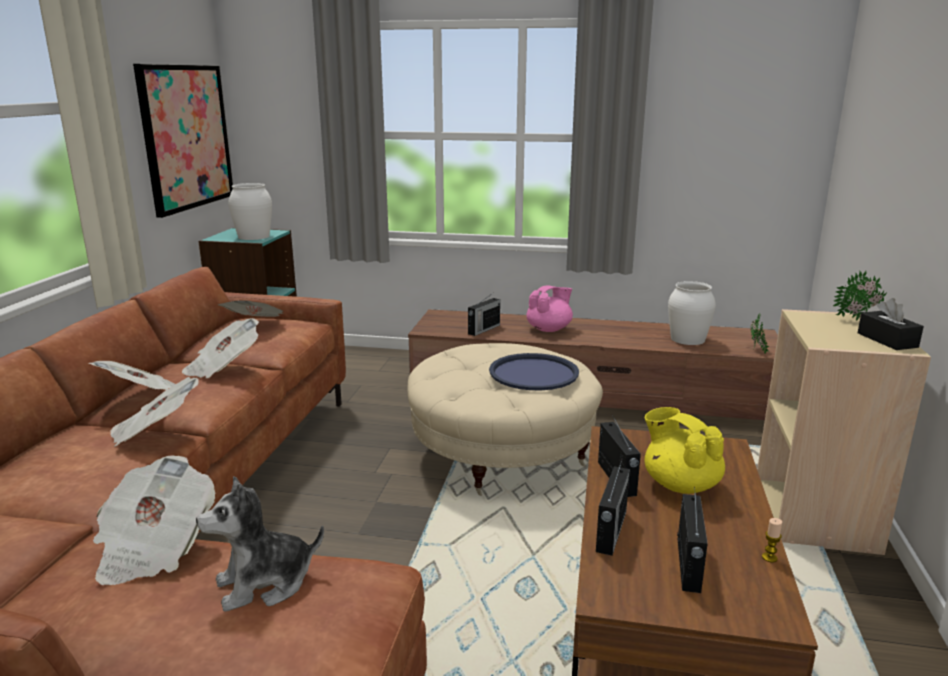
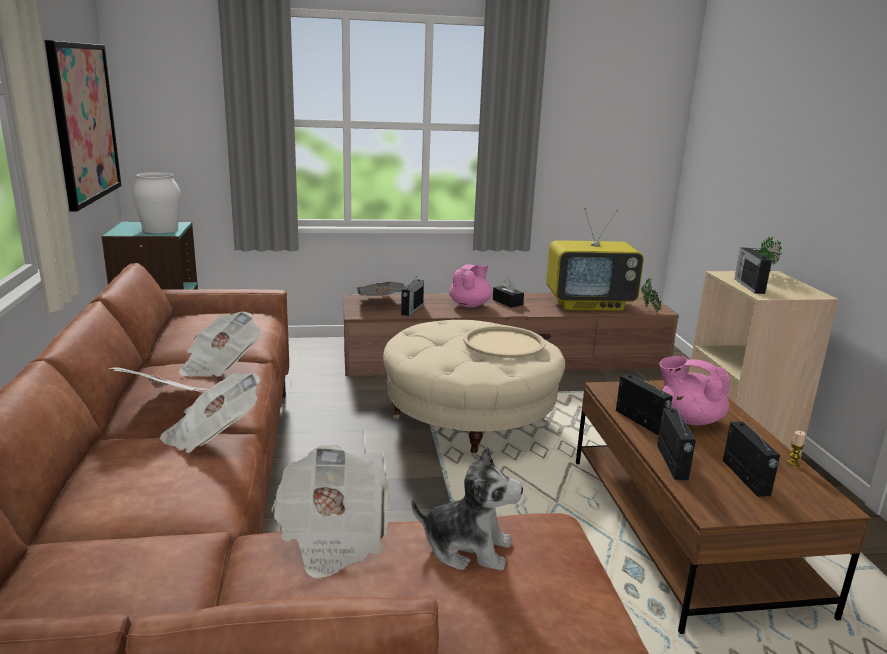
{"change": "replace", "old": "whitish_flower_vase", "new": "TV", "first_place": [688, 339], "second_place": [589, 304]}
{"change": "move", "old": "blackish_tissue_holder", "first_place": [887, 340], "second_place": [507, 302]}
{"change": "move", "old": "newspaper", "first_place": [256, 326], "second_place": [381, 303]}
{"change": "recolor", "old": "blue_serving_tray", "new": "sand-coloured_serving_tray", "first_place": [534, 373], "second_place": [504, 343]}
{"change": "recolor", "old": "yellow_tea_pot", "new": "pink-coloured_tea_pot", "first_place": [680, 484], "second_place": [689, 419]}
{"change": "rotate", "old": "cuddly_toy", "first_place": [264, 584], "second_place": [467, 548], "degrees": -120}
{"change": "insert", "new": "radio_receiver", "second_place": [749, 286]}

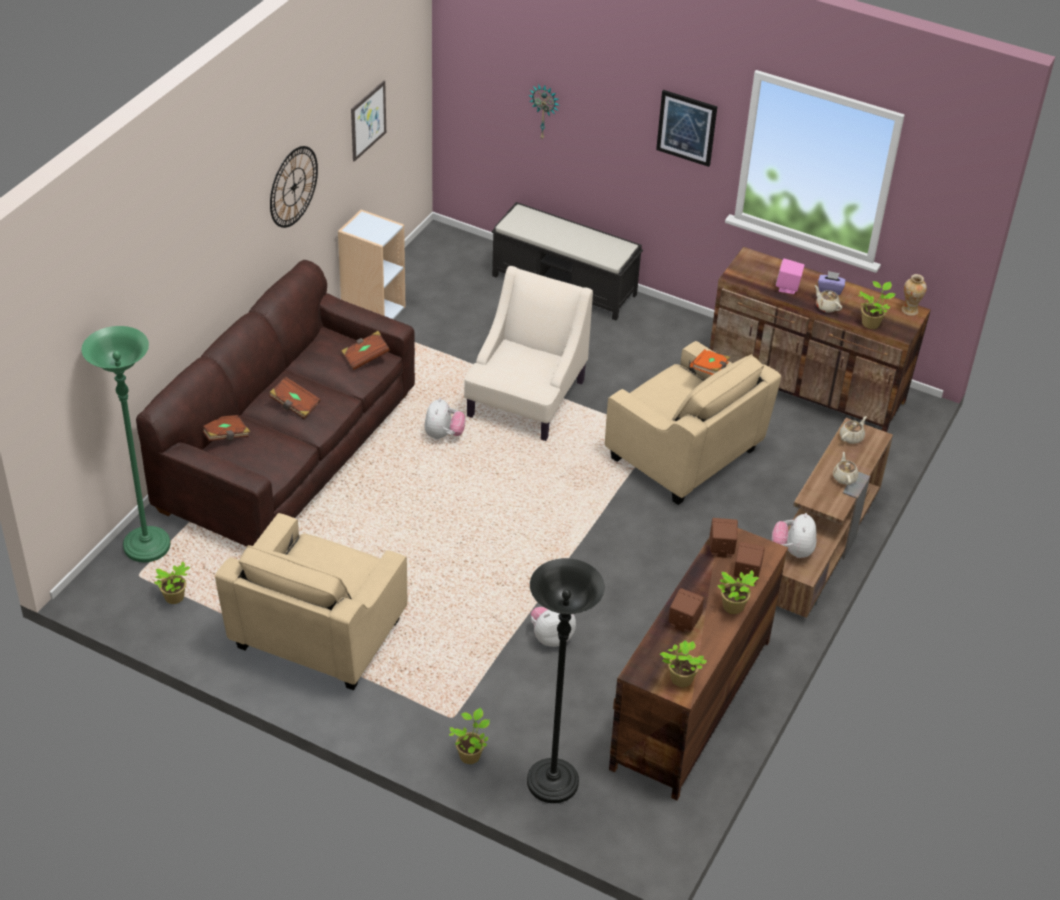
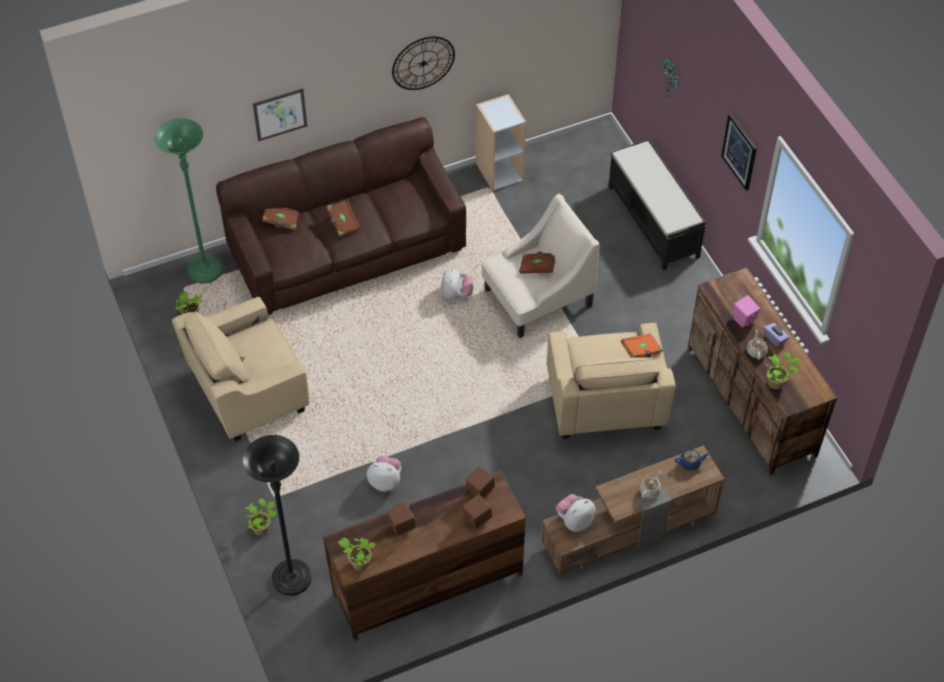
{"change": "move", "old": "wall_picture", "first_place": [368, 120], "second_place": [280, 114]}
{"change": "delete", "old": "flower_vase", "first_place": [909, 310]}
{"change": "move", "old": "brownish_volume", "first_place": [365, 357], "second_place": [537, 267]}
{"change": "rotate", "old": "cuddly_toy", "first_place": [443, 435], "second_place": [456, 294], "degrees": -45}
{"change": "recolor", "old": "sand-coloured_tea_pot", "new": "blue_tea_pot", "first_place": [851, 437], "second_place": [690, 463]}
{"change": "delete", "old": "plant_in_a_pot", "first_place": [734, 607]}

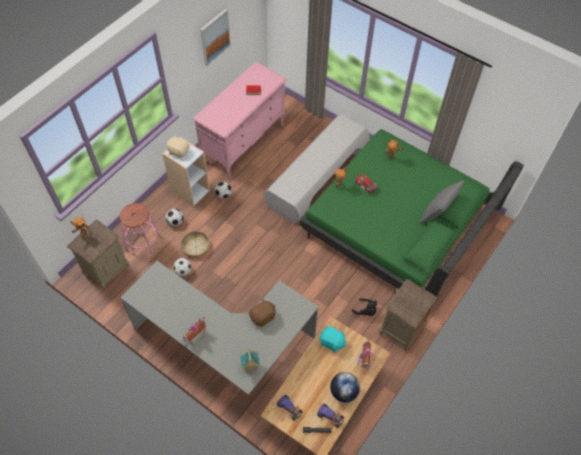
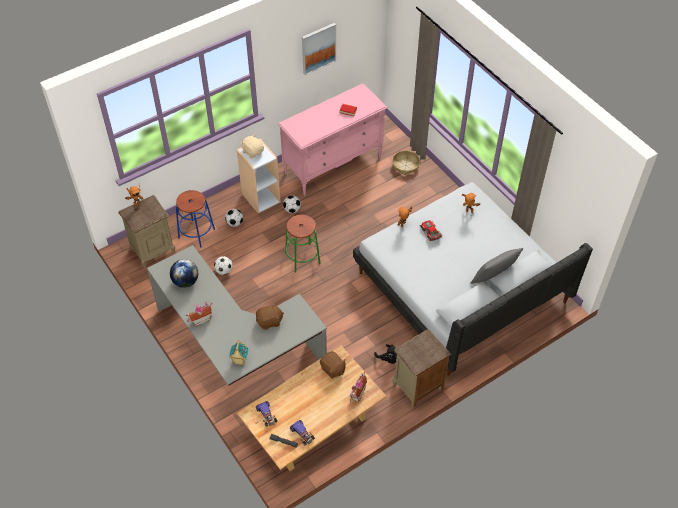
{"change": "delete", "old": "greyish_long_seat", "first_place": [317, 176]}
{"change": "recolor", "old": "greenish_sleeping_bed", "new": "greyish_sleeping_bed", "first_place": [399, 225], "second_place": [461, 287]}
{"change": "recolor", "old": "pink-coloured_stool", "new": "blue_stool", "first_place": [143, 242], "second_place": [196, 233]}
{"change": "move", "old": "basket", "first_place": [196, 247], "second_place": [405, 165]}
{"change": "recolor", "old": "blue-green_cuddly_toy", "new": "brownish_cuddly_toy", "first_place": [332, 342], "second_place": [332, 369]}
{"change": "move", "old": "desk_globe", "first_place": [343, 392], "second_place": [185, 281]}
{"change": "insert", "new": "greenish_stool", "second_place": [302, 258]}

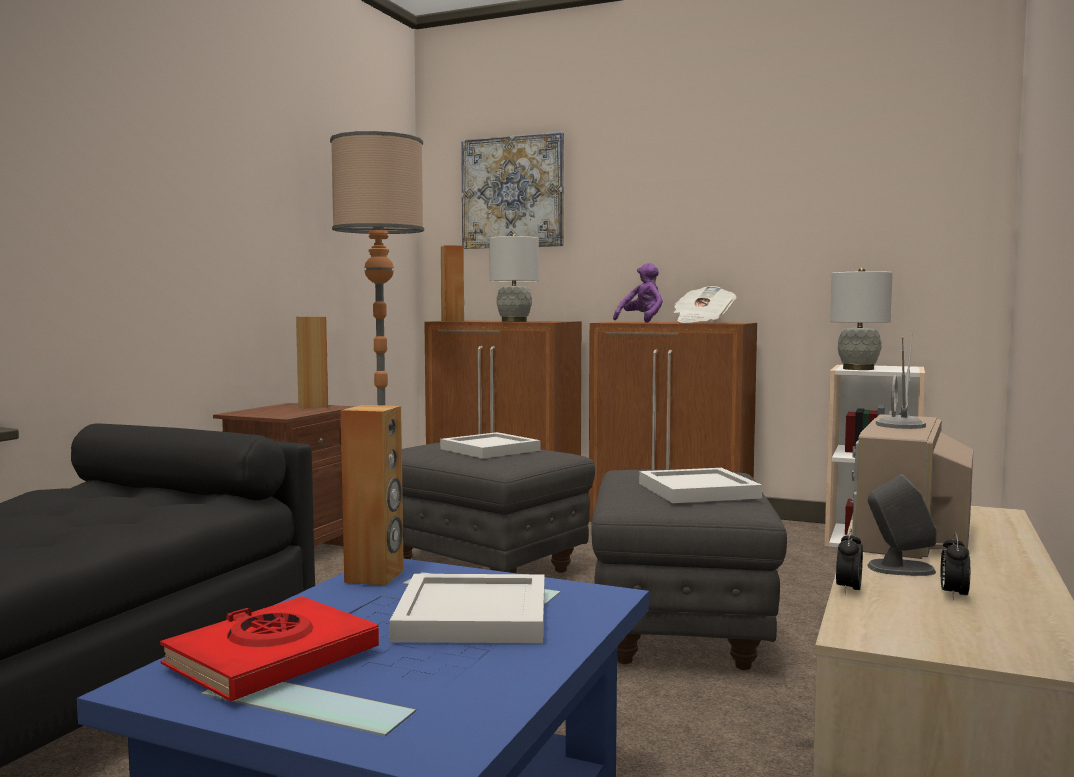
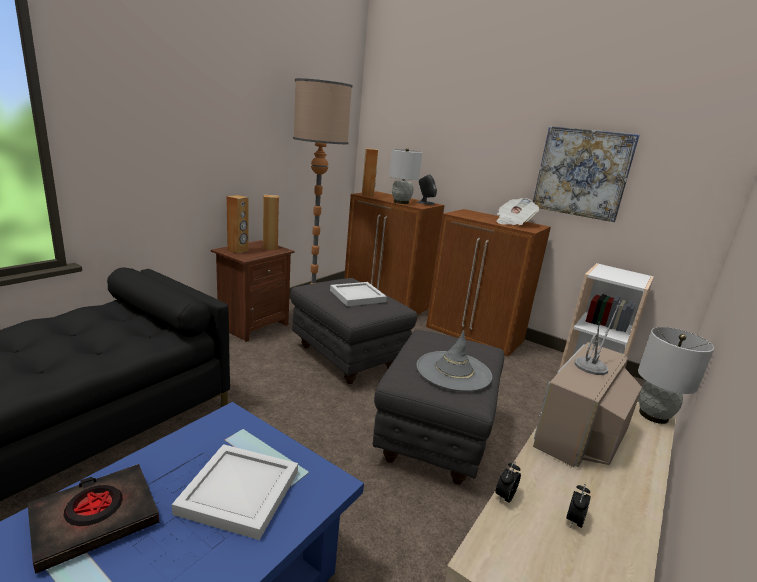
{"change": "move", "old": "wall_picture", "first_place": [513, 192], "second_place": [582, 173]}
{"change": "delete", "old": "purple_cuddly_toy", "first_place": [642, 322]}
{"change": "move", "old": "whitish_lamp_for_a_table", "first_place": [858, 369], "second_place": [653, 415]}
{"change": "move", "old": "brownish_audio_speaker", "first_place": [375, 576], "second_place": [238, 250]}
{"change": "replace", "old": "whitish_serving_tray", "new": "greyish_hat", "first_place": [698, 490], "second_place": [453, 371]}
{"change": "move", "old": "greyish_audio_speaker", "first_place": [900, 568], "second_place": [425, 203]}
{"change": "recolor", "old": "red_volume", "new": "blackish_volume", "first_place": [272, 659], "second_place": [95, 519]}

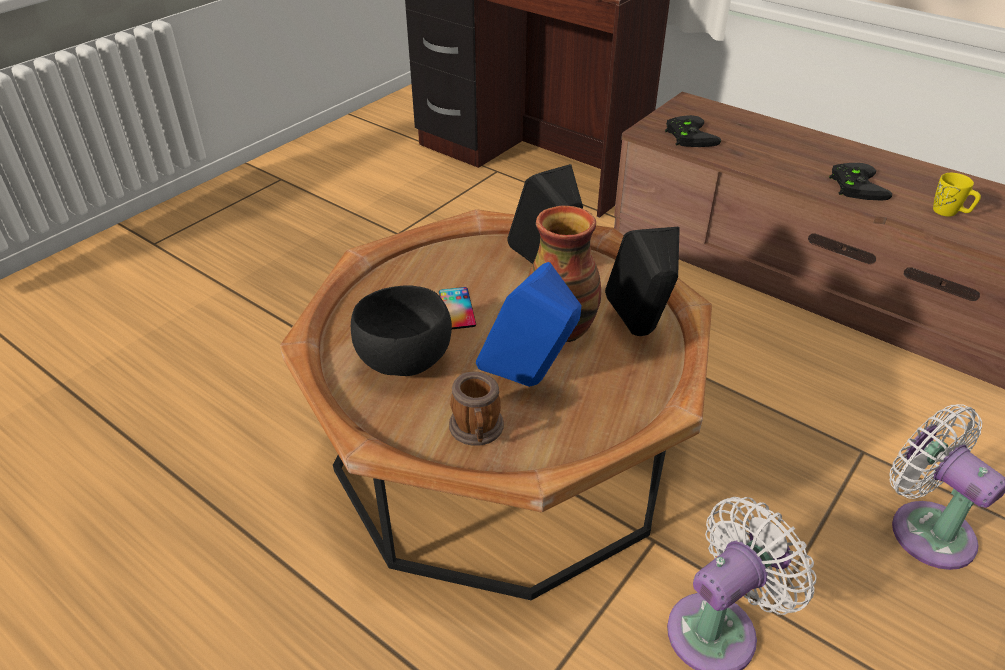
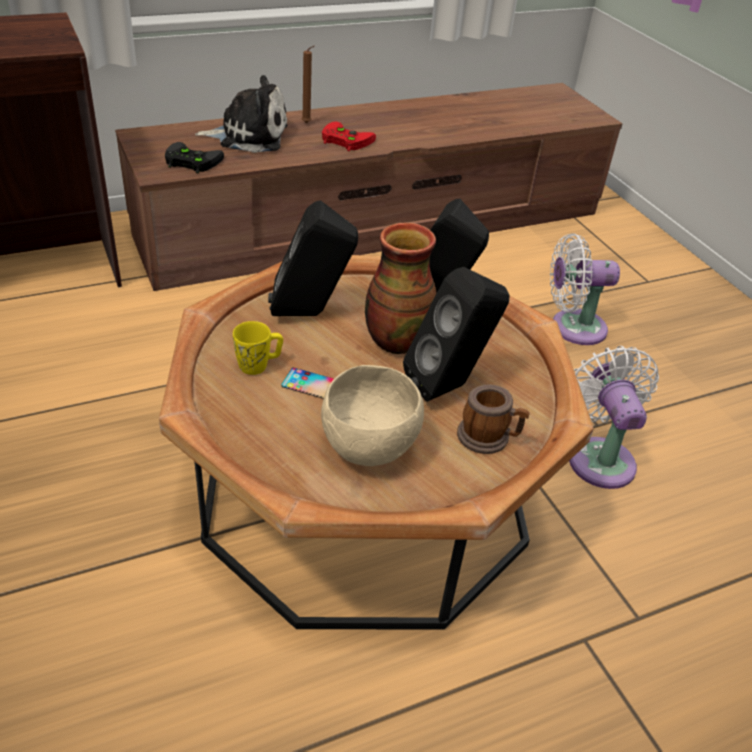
{"change": "recolor", "old": "blackish_game_controller", "new": "red_game_controller", "first_place": [855, 185], "second_place": [344, 140]}
{"change": "move", "old": "yellow_coffee_mug", "first_place": [949, 212], "second_place": [259, 365]}
{"change": "recolor", "old": "blue_audio_speaker", "new": "blackish_audio_speaker", "first_place": [529, 382], "second_place": [450, 386]}
{"change": "recolor", "old": "blackish_serving_bowl", "new": "sand-coloured_serving_bowl", "first_place": [406, 363], "second_place": [370, 447]}
{"change": "insert", "new": "brownish_wax_light", "second_place": [307, 123]}
{"change": "insert", "new": "cuddly_toy", "second_place": [249, 136]}

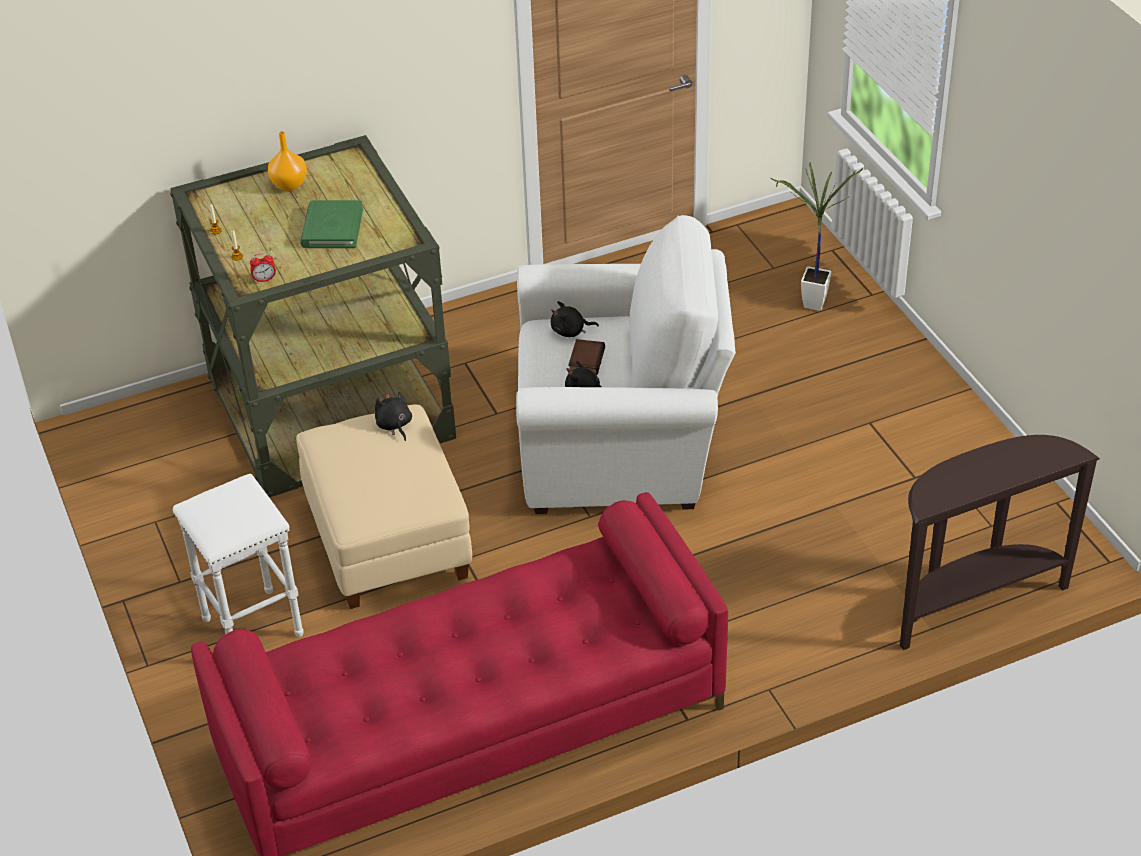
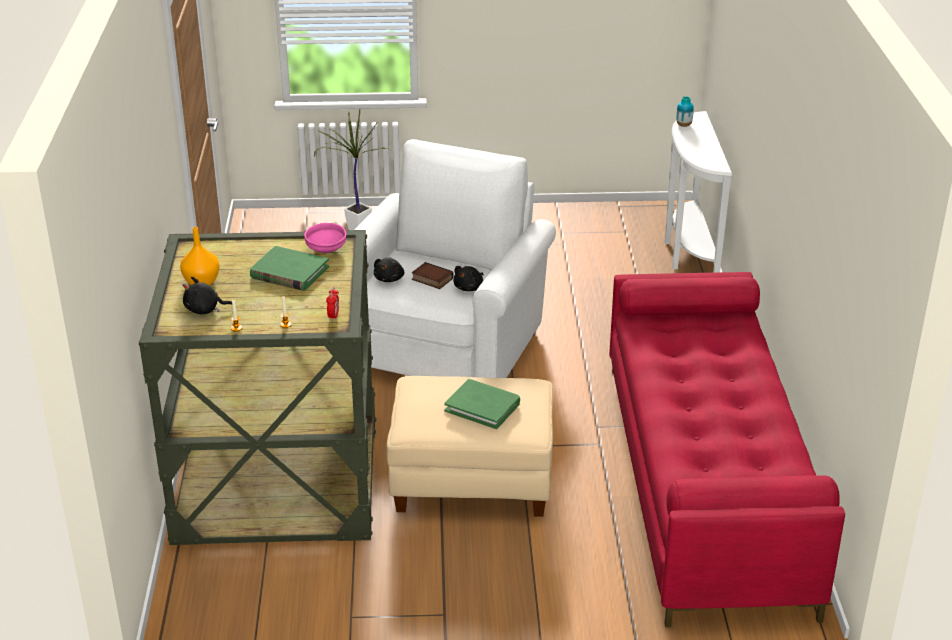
{"change": "move", "old": "blackish_cuddly_toy", "first_place": [394, 425], "second_place": [205, 310]}
{"change": "recolor", "old": "brownish_narrow_table", "new": "whitish_narrow_table", "first_place": [972, 601], "second_place": [688, 255]}
{"change": "delete", "old": "whitish_stool", "first_place": [250, 626]}
{"change": "insert", "new": "flower_vase", "second_place": [683, 125]}
{"change": "insert", "new": "pink-coloured_serving_bowl", "second_place": [326, 250]}
{"change": "insert", "new": "greenish_volume", "second_place": [482, 407]}

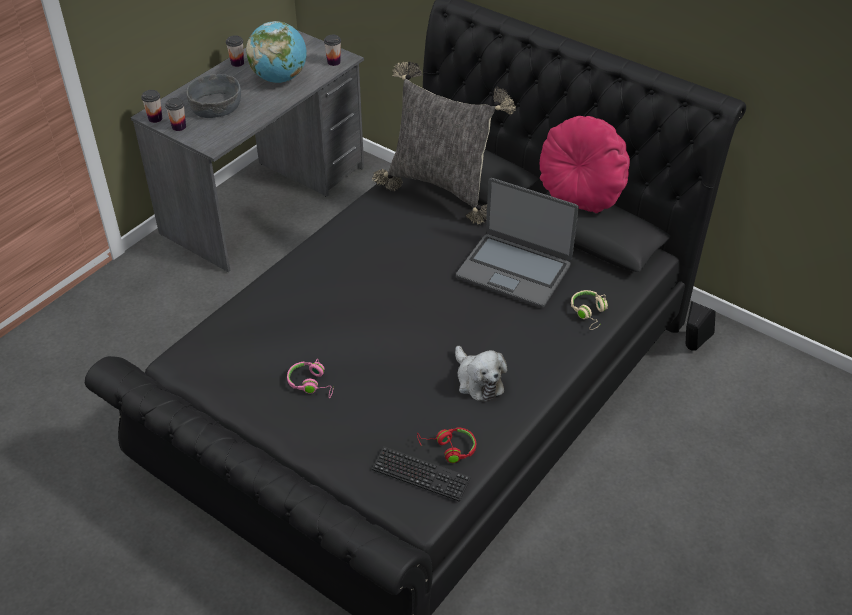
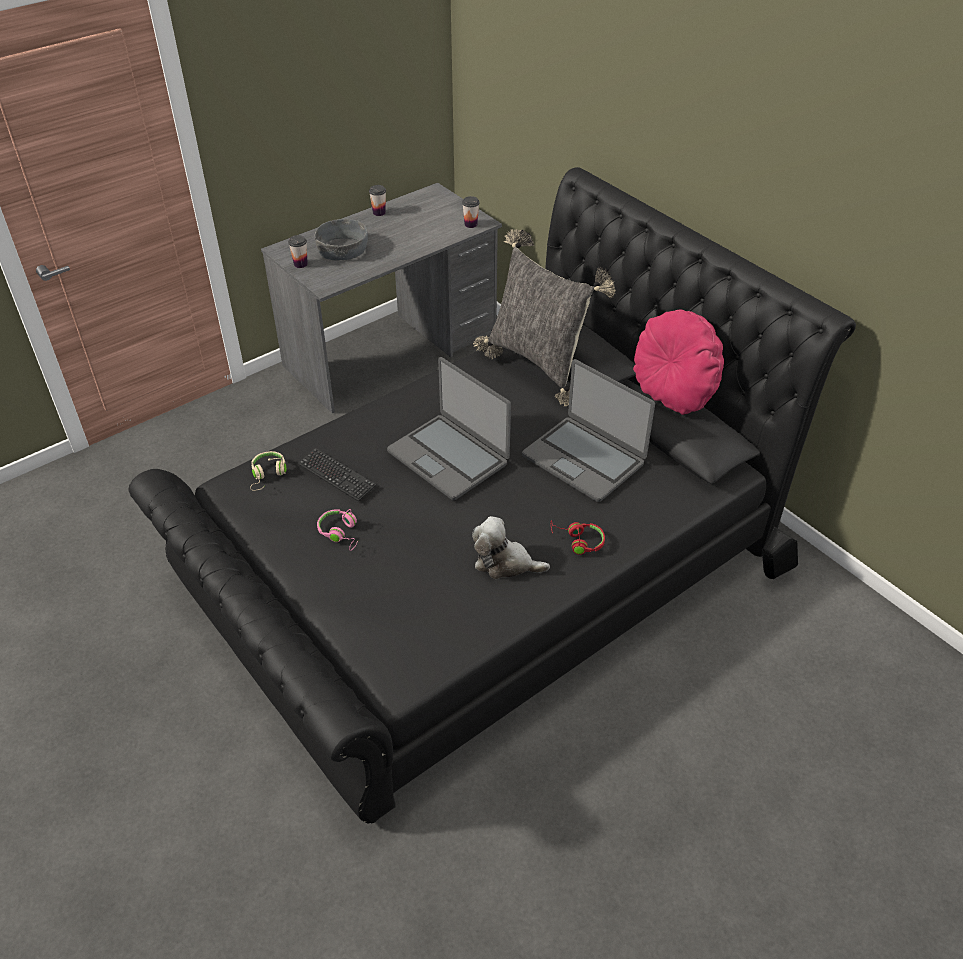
{"change": "delete", "old": "desk_globe", "first_place": [279, 78]}
{"change": "delete", "old": "cup", "first_place": [155, 118]}
{"change": "move", "old": "sand-coloured_headset", "first_place": [589, 313], "second_place": [268, 475]}
{"change": "rotate", "old": "cuddly_toy", "first_place": [478, 380], "second_place": [505, 563], "degrees": 120}
{"change": "move", "old": "red_headset", "first_place": [448, 448], "second_place": [578, 541]}
{"change": "move", "old": "keyboard", "first_place": [421, 475], "second_place": [336, 476]}
{"change": "insert", "new": "notebook_computer", "second_place": [449, 457]}

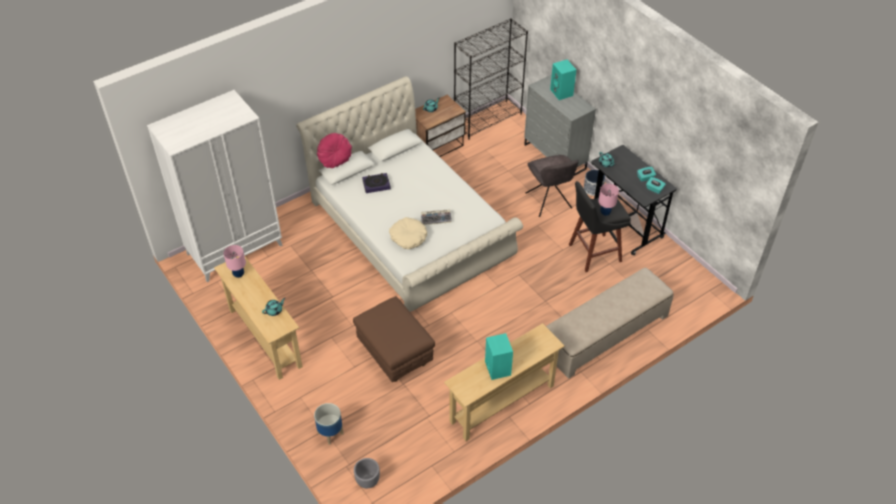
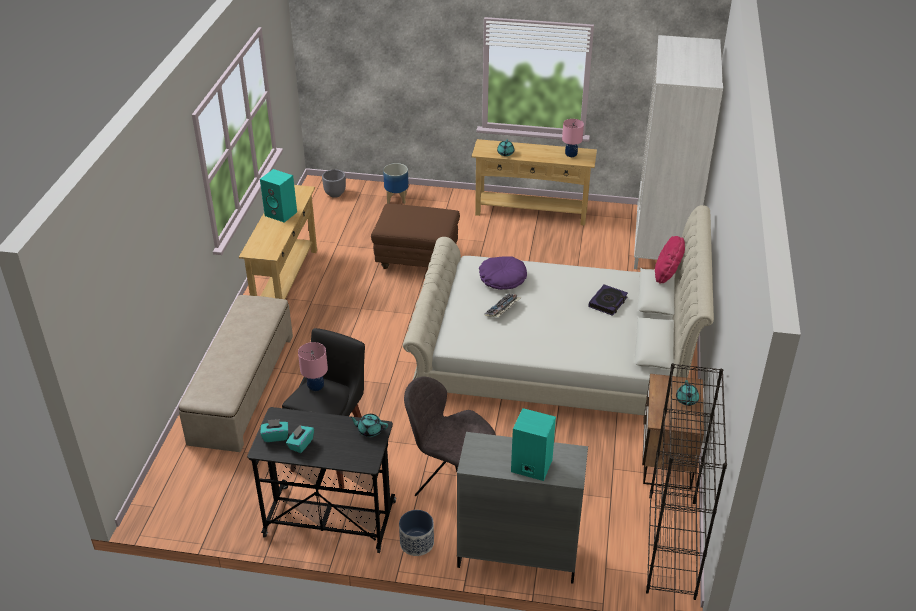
{"change": "recolor", "old": "sand-coloured_cushion", "new": "purple_cushion", "first_place": [409, 237], "second_place": [502, 279]}

